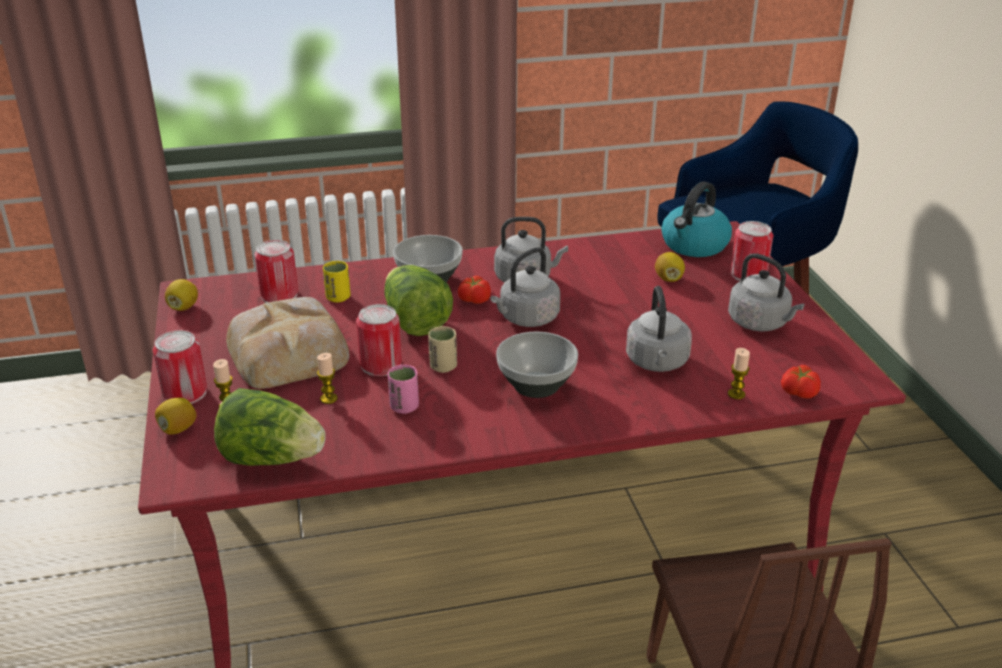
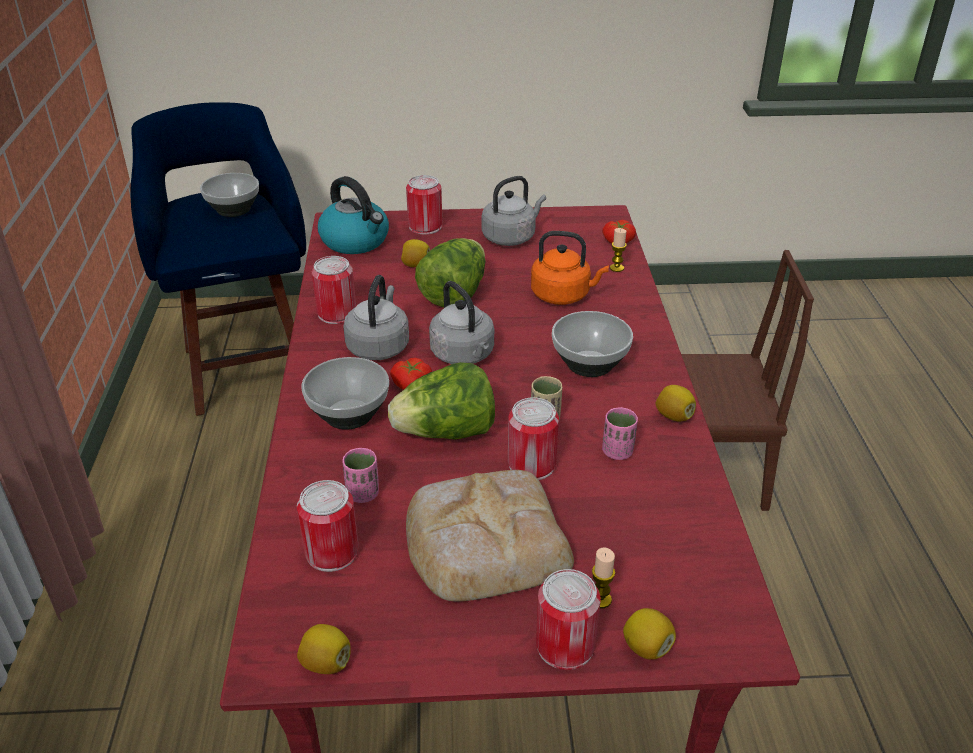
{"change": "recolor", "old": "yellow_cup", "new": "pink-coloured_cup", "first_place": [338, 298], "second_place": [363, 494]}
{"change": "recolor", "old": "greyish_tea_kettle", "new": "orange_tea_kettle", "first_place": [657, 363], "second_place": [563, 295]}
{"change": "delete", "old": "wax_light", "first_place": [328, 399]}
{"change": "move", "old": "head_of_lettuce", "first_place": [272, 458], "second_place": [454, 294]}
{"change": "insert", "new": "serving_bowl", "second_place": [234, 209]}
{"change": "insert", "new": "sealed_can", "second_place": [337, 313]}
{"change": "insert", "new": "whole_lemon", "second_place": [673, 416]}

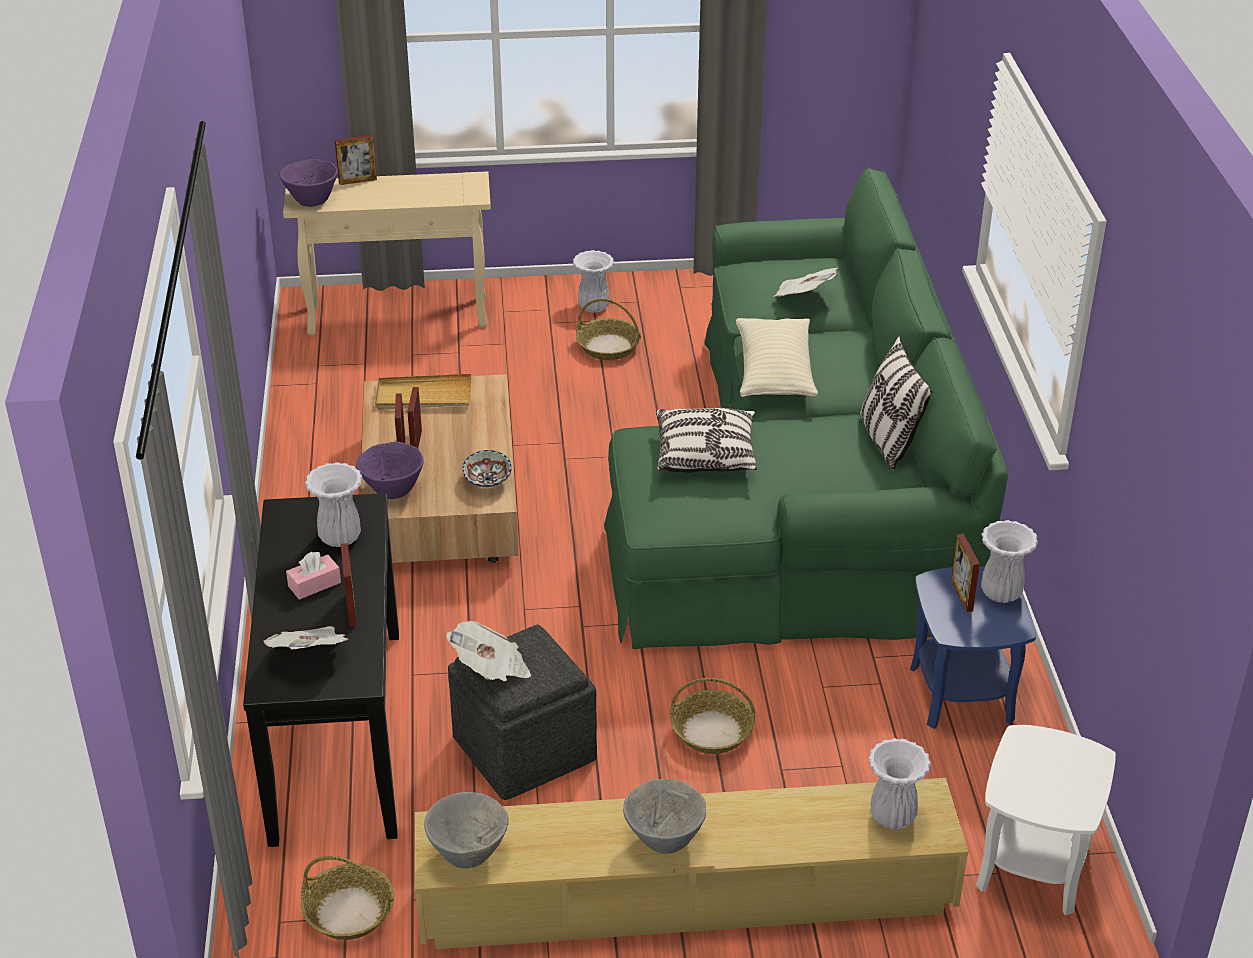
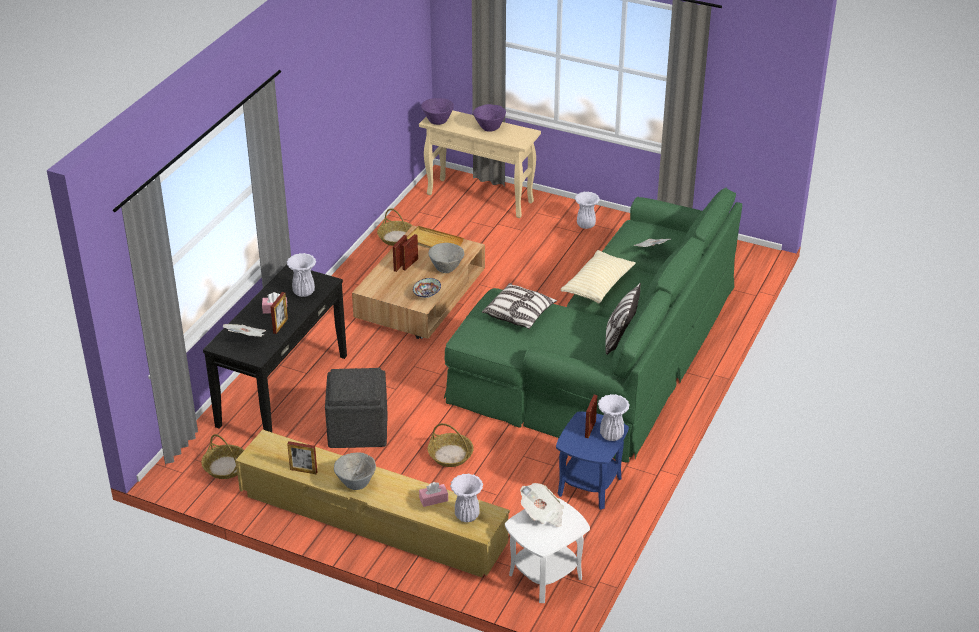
{"change": "move", "old": "photo_frame", "first_place": [357, 181], "second_place": [303, 470]}
{"change": "move", "old": "basket", "first_place": [608, 347], "second_place": [396, 238]}
{"change": "move", "old": "purple_serving_bowl", "first_place": [392, 491], "second_place": [489, 128]}
{"change": "move", "old": "newspaper", "first_place": [491, 669], "second_place": [542, 514]}
{"change": "move", "old": "greyish_serving_bowl", "first_place": [468, 853], "second_place": [446, 269]}
{"change": "insert", "new": "pink-coloured_tissue_holder", "second_place": [433, 499]}

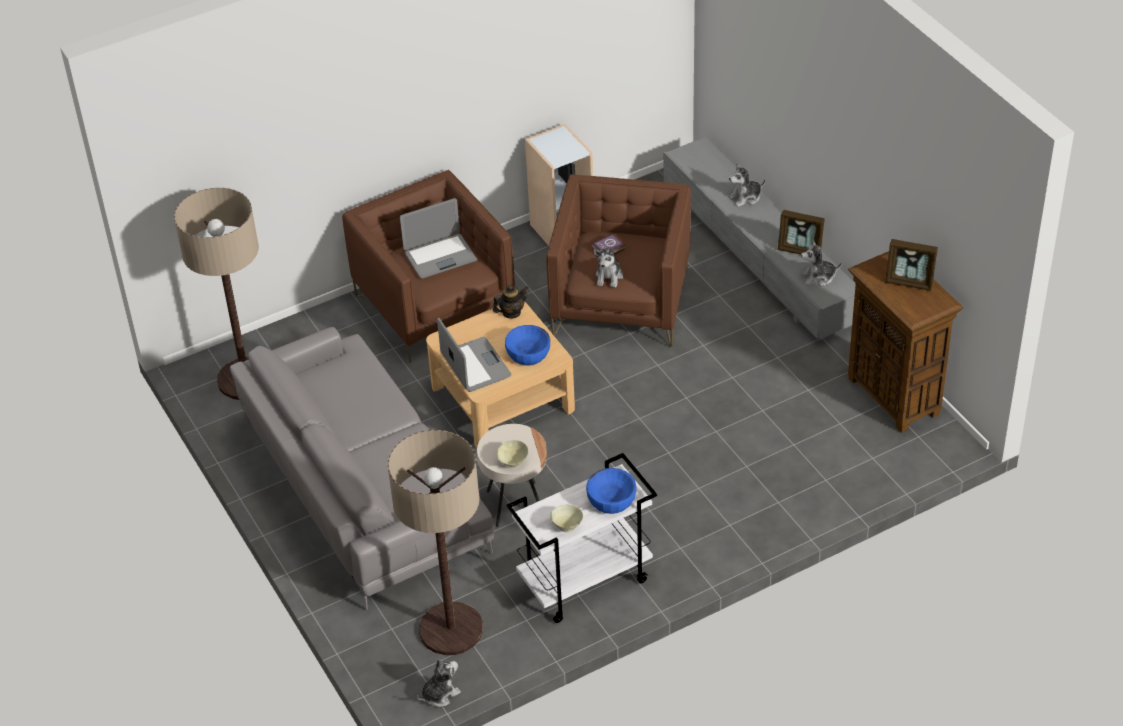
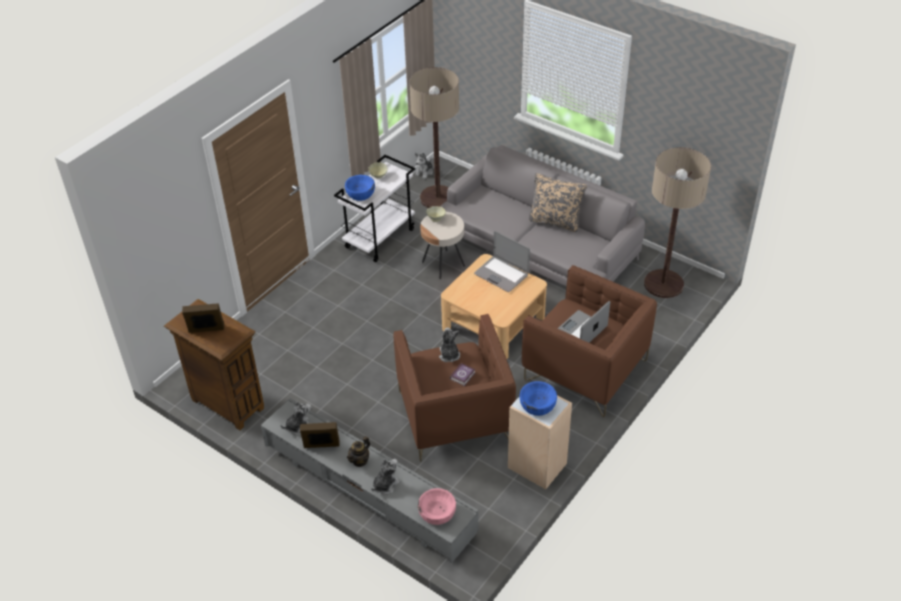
{"change": "move", "old": "tea_pot", "first_place": [511, 312], "second_place": [360, 460]}
{"change": "move", "old": "blue_serving_bowl", "first_place": [528, 354], "second_place": [537, 405]}
{"change": "insert", "new": "greyish_cushion", "second_place": [555, 223]}
{"change": "insert", "new": "pink-coloured_serving_bowl", "second_place": [437, 513]}

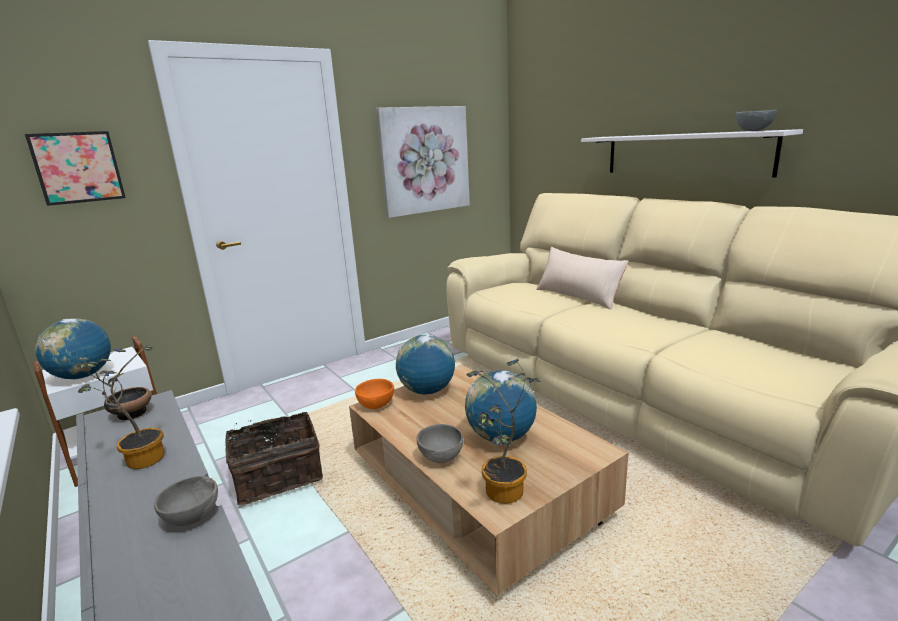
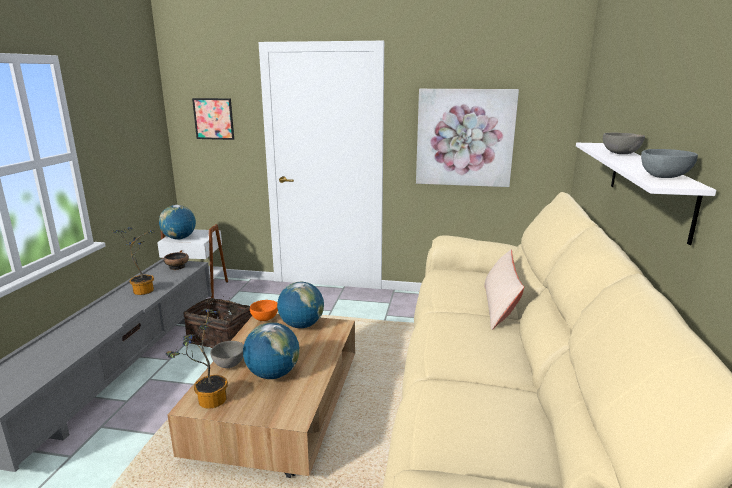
{"change": "move", "old": "greyish_serving_bowl", "first_place": [193, 517], "second_place": [621, 154]}

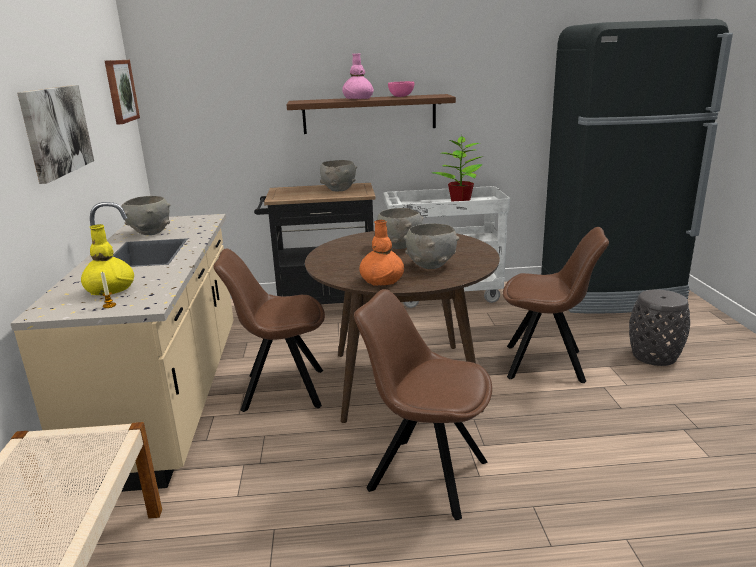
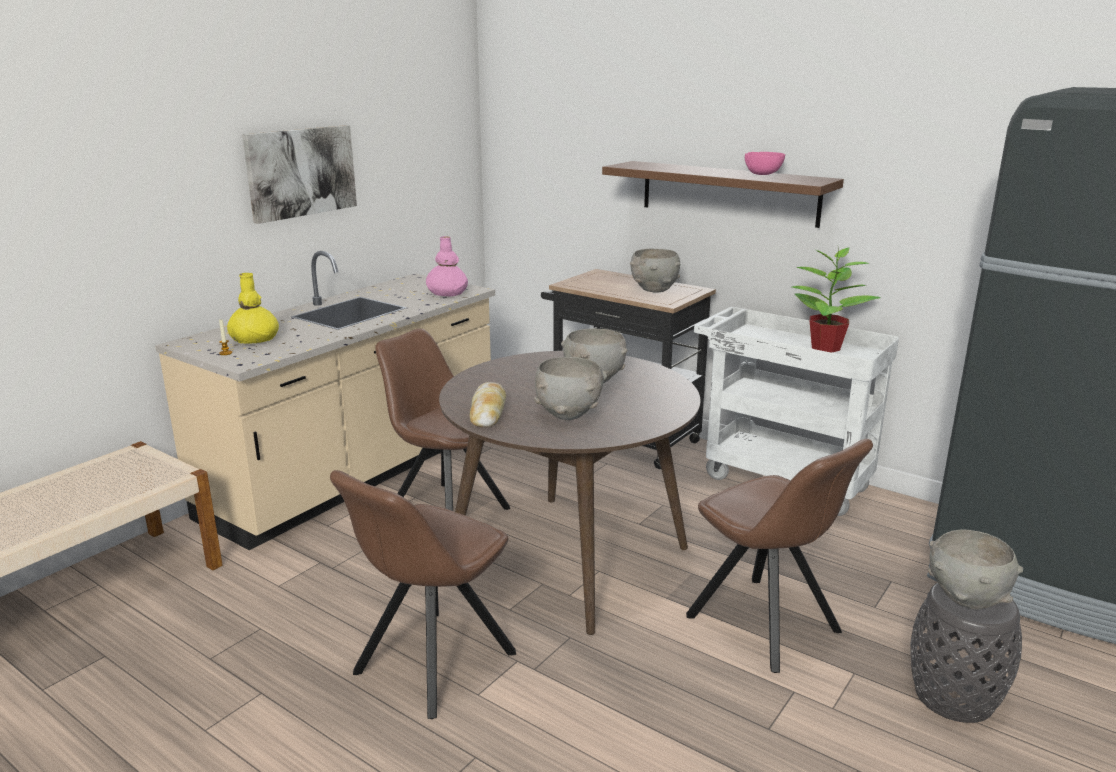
{"change": "move", "old": "pink-coloured_flower_vase", "first_place": [358, 99], "second_place": [447, 293]}
{"change": "delete", "old": "wall_picture", "first_place": [120, 91]}
{"change": "move", "old": "greyish_serving_bowl", "first_place": [150, 233], "second_place": [965, 599]}
{"change": "replace", "old": "orange_flower_vase", "new": "bakery_bread", "first_place": [382, 280], "second_place": [488, 412]}
{"change": "rotate", "old": "brownish_plain_chair", "first_place": [426, 476], "second_place": [433, 663], "degrees": -120}

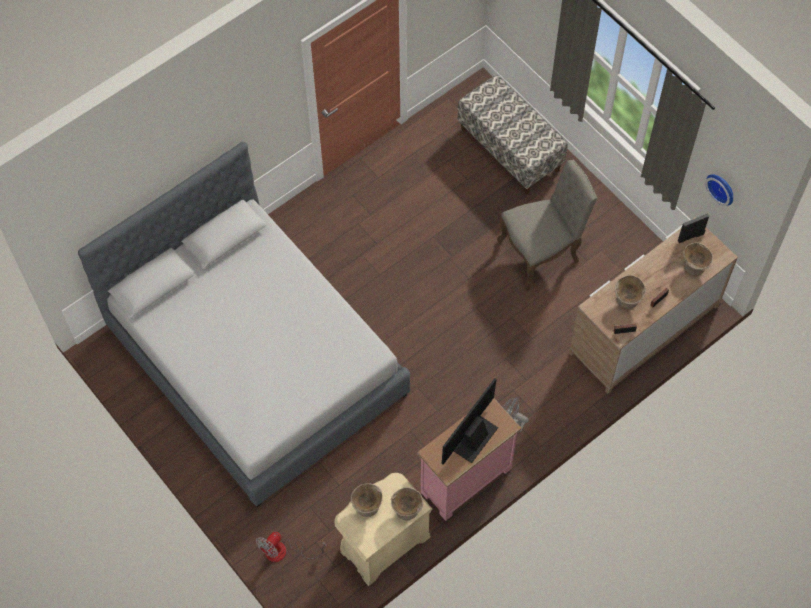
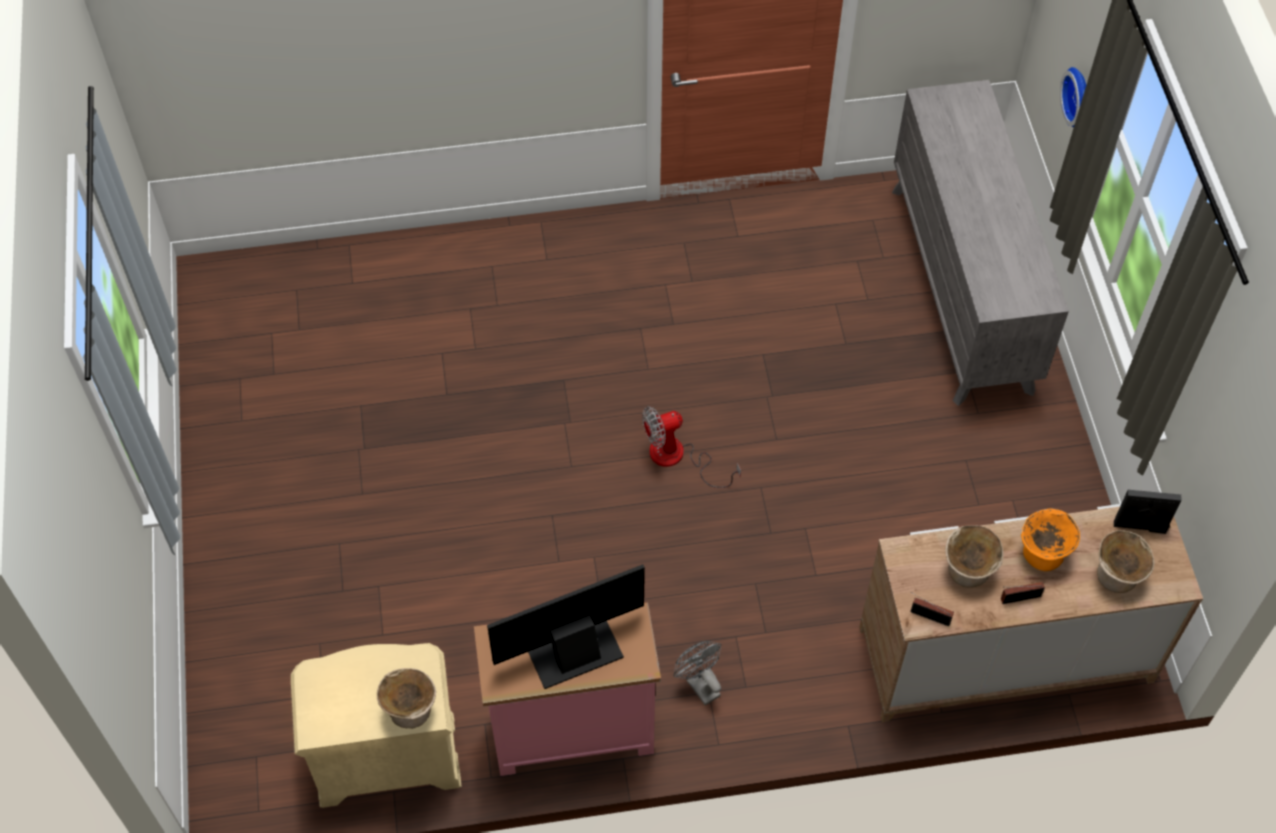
{"change": "replace", "old": "long_seat", "new": "greyish_chest_of_drawers", "first_place": [510, 149], "second_place": [961, 288]}
{"change": "delete", "old": "greyish_sleeping_bed", "first_place": [257, 360]}
{"change": "delete", "old": "greyish_plain_chair", "first_place": [541, 253]}
{"change": "move", "old": "clock_on_the_wall", "first_place": [722, 188], "second_place": [1079, 97]}
{"change": "delete", "old": "sand-coloured_serving_bowl", "first_place": [367, 506]}
{"change": "move", "old": "cooling_fan", "first_place": [284, 551], "second_place": [678, 458]}
{"change": "insert", "new": "orange_serving_bowl", "second_place": [1043, 553]}

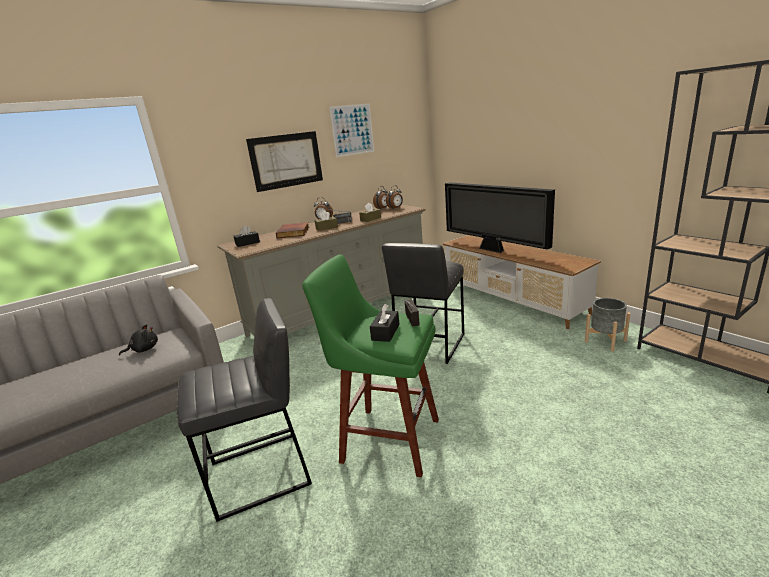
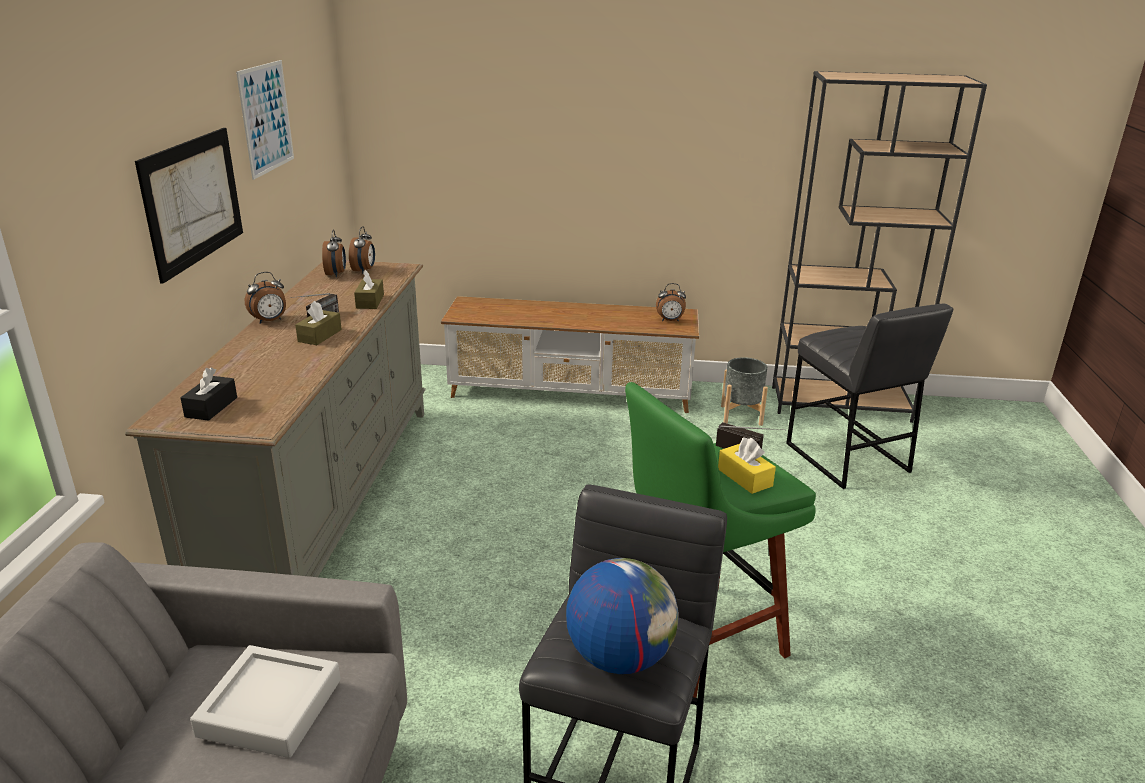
{"change": "delete", "old": "TV", "first_place": [493, 250]}
{"change": "delete", "old": "volume", "first_place": [294, 232]}
{"change": "move", "old": "greyish_stool", "first_place": [430, 345], "second_place": [848, 458]}
{"change": "recolor", "old": "blackish_tissue_holder", "new": "yellow_tissue_holder", "first_place": [385, 332], "second_place": [745, 477]}
{"change": "replace", "old": "blackish_cuddly_toy", "new": "greyish_serving_tray", "first_place": [143, 349], "second_place": [270, 707]}
{"change": "insert", "new": "bedside_clock", "second_place": [670, 321]}
{"change": "insert", "new": "desk_globe", "second_place": [619, 657]}

